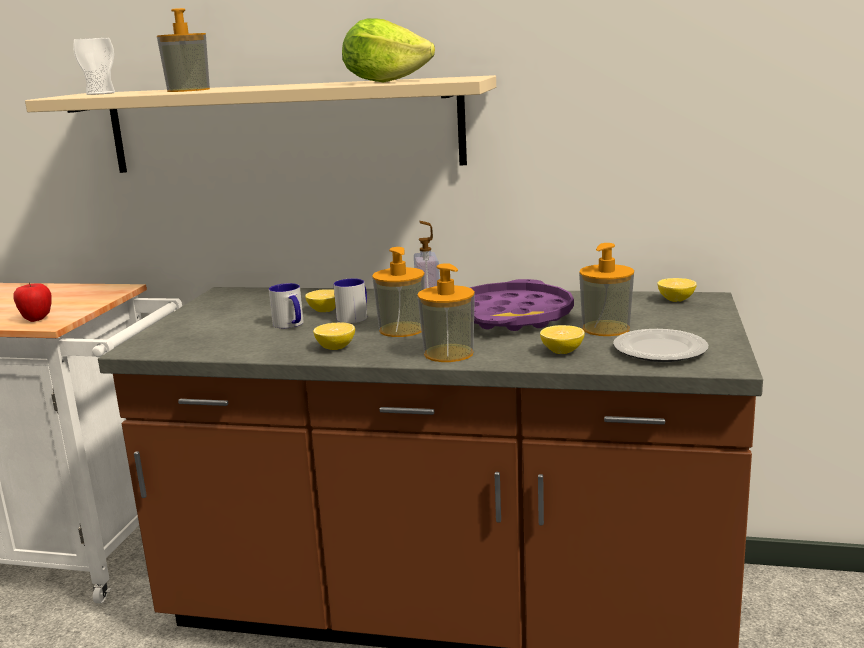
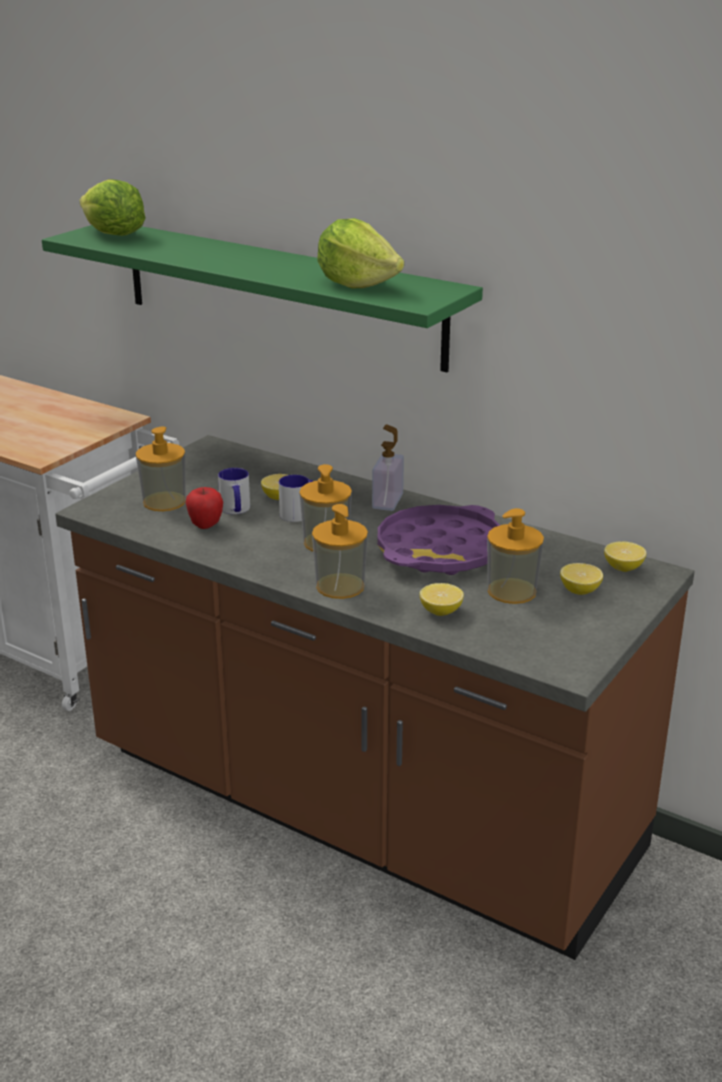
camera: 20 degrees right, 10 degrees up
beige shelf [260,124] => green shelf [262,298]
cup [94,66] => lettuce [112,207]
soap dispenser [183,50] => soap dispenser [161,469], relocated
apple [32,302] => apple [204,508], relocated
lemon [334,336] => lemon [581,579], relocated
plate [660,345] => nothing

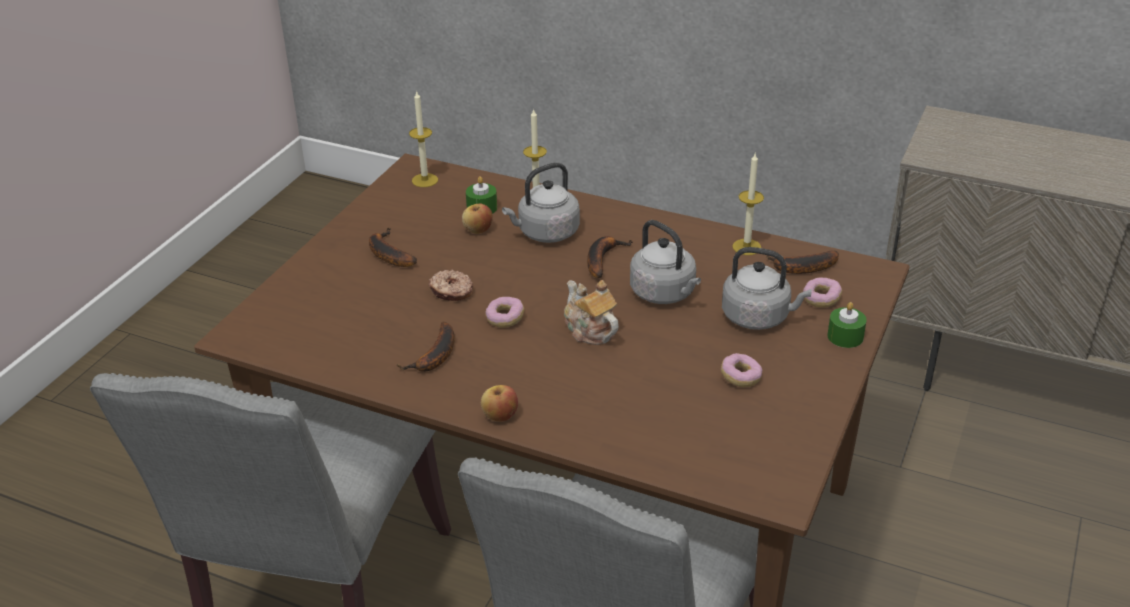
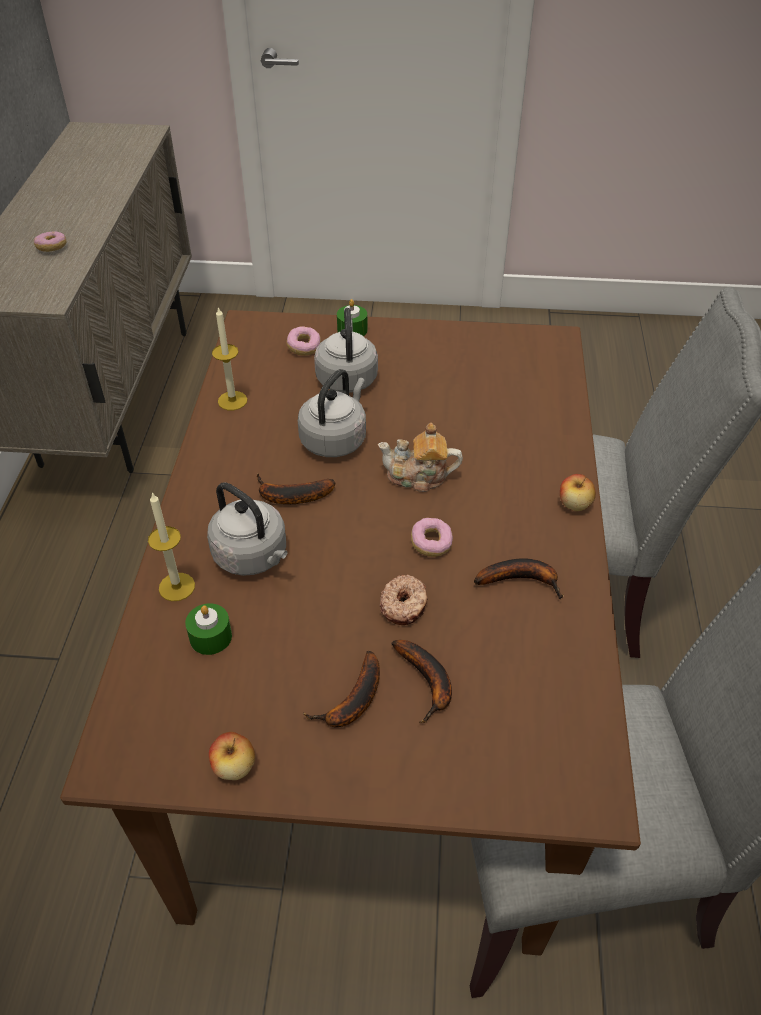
camera: 110 degrees left, 10 degrees up
donut [741,370] => donut [50,241], relocated
apple [477,219] => apple [232,756], relocated
teapot [591,312] => teapot [420,457], 60 degrees clockwise
banana [802,262] => banana [421,681], relocated
candle [423,138] => nothing

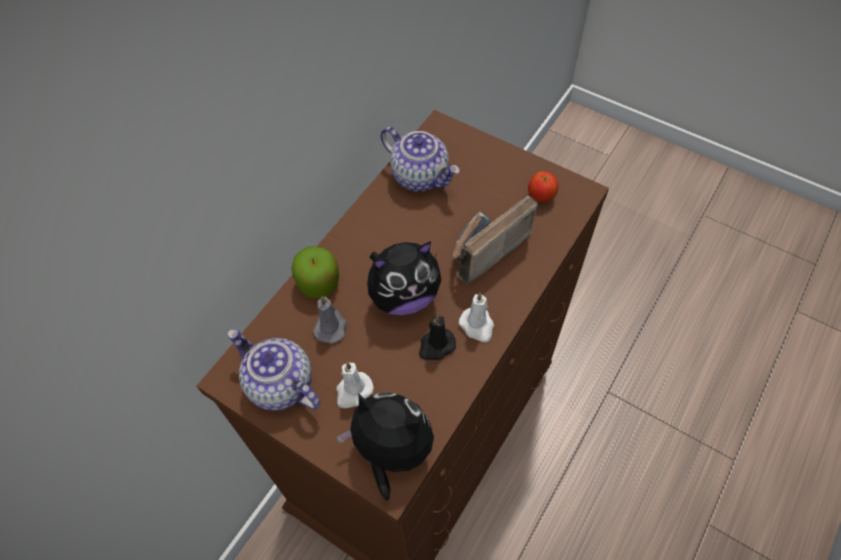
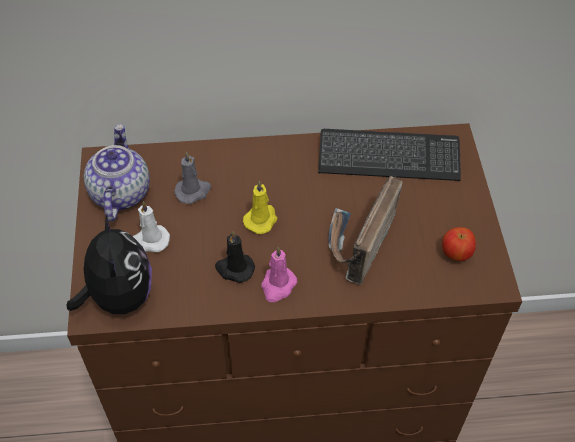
camera: 50 degrees right, 5 degrees down
plush toy [404,278] => yellow candle [260,207]
white candle [476,317] => pink candle [279,274]
teapot [420,159] => keyboard [389,155]
radio [495,240] => radio [366,230], 75 degrees counterclockwise
apple [315,272] => nothing

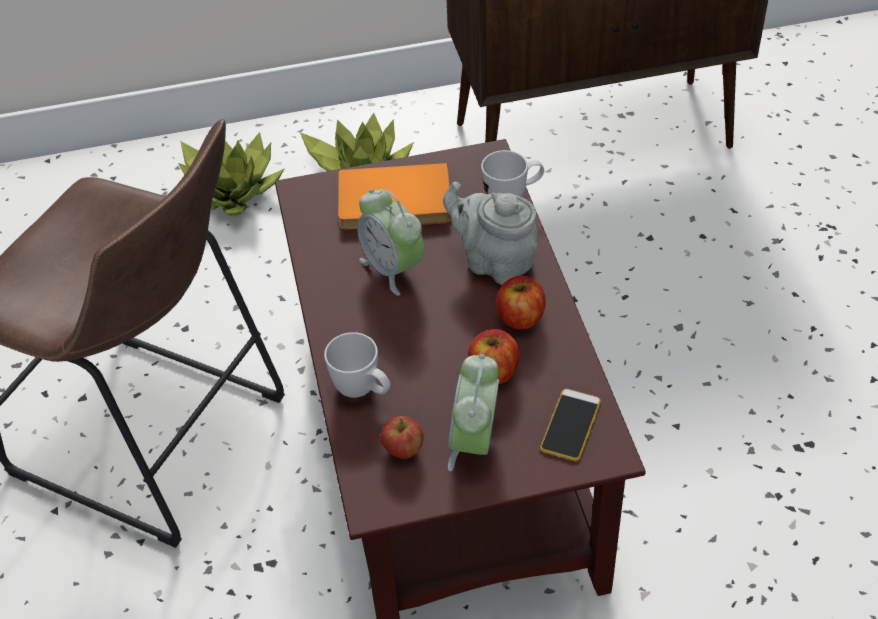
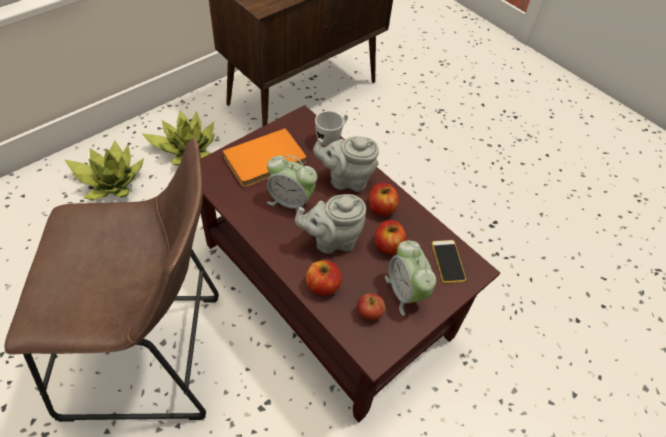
camera: 35 degrees left, 5 degrees up
nothing => grey teapot [330,224]
white mug [357,365] => apple [324,277]

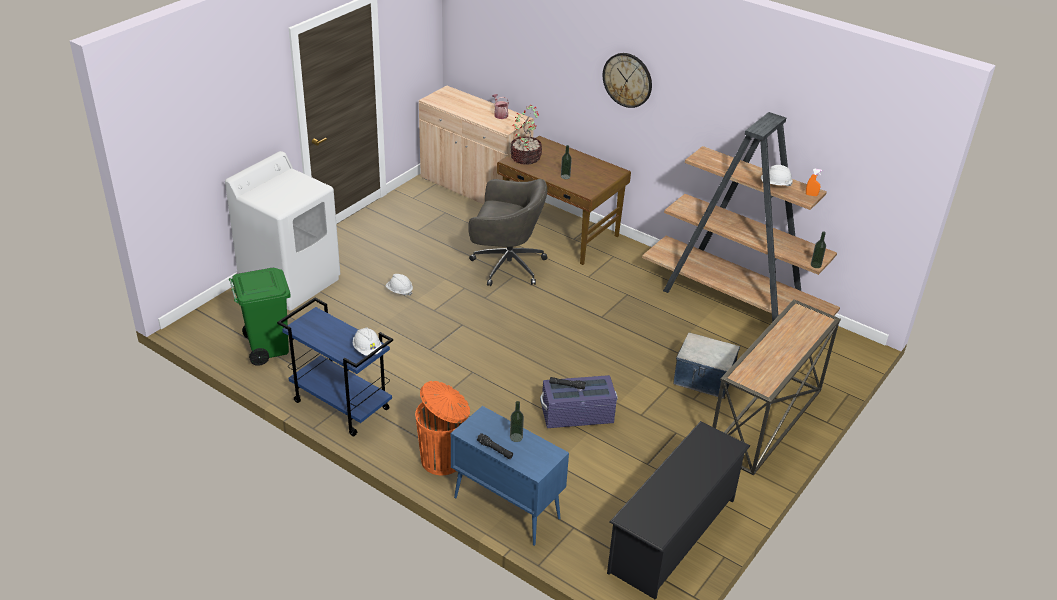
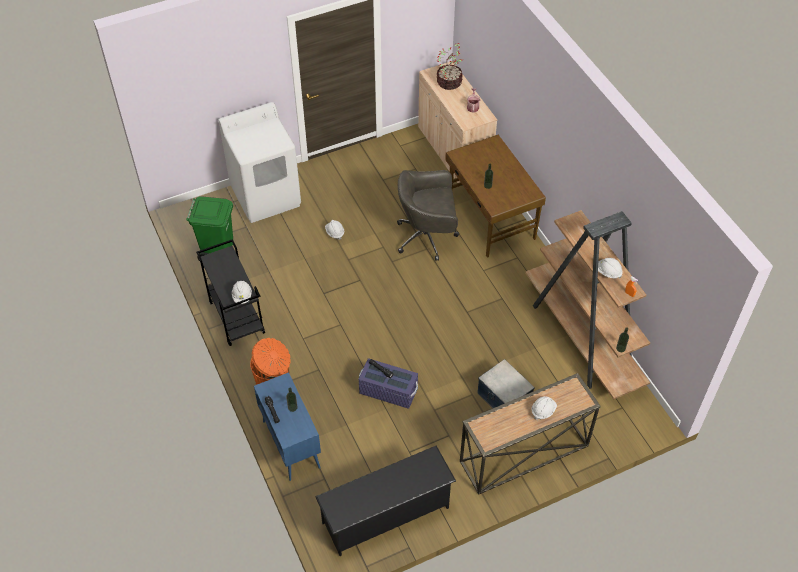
camera: 30 degrees right, 15 degrees up
blue cart [335,367] => black cart [230,292]
grey office chair [507,232] => grey office chair [428,215], 135 degrees clockwise
potted plant [526,135] => potted plant [450,66], relocated
nothing => white hard hat [544,408]
wall clock [627,80] => nothing

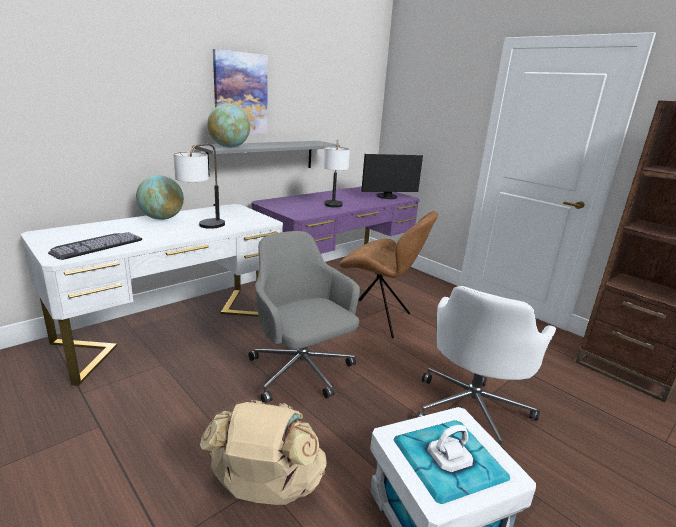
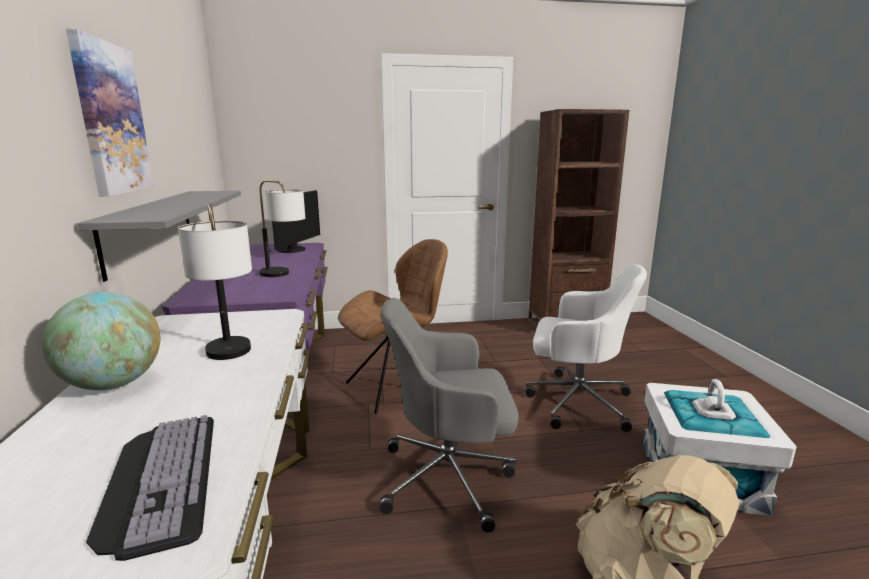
camera: 55 degrees left, 5 degrees down
white office chair [485,367] => white office chair [586,348], 45 degrees counterclockwise
globe [228,125] => nothing

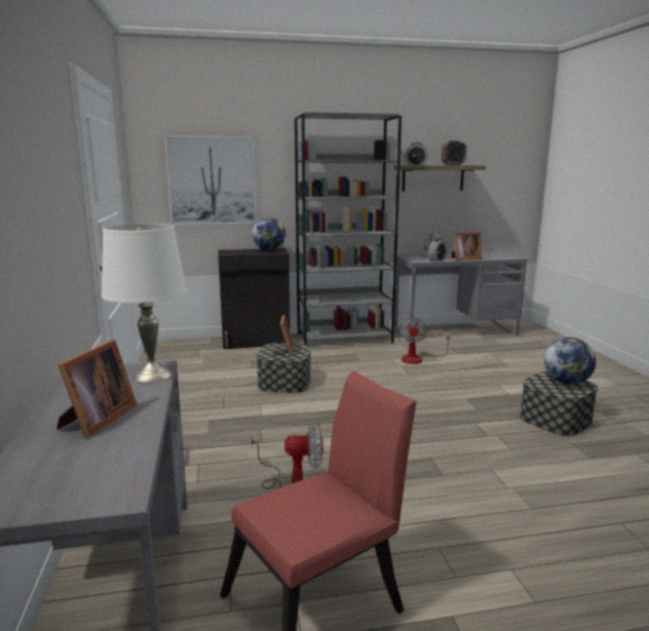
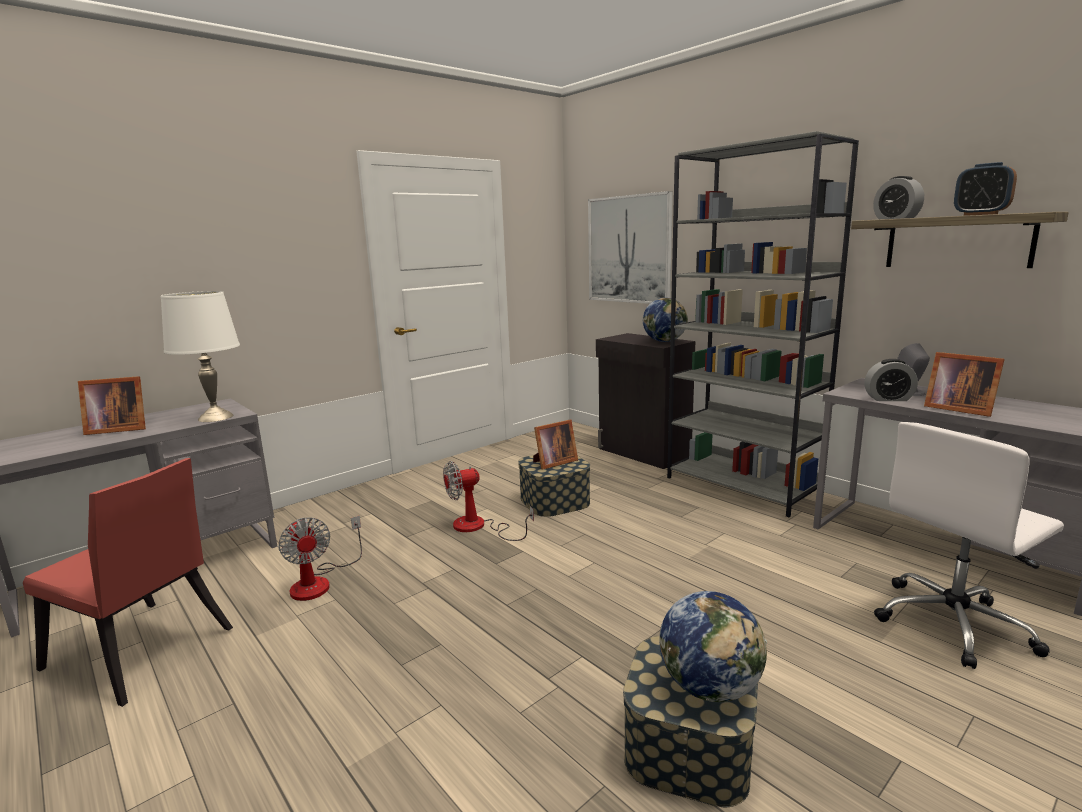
camera: 60 degrees right, 0 degrees up
fan [425,340] => fan [488,501], relocated
nothing => white office chair [969,545]

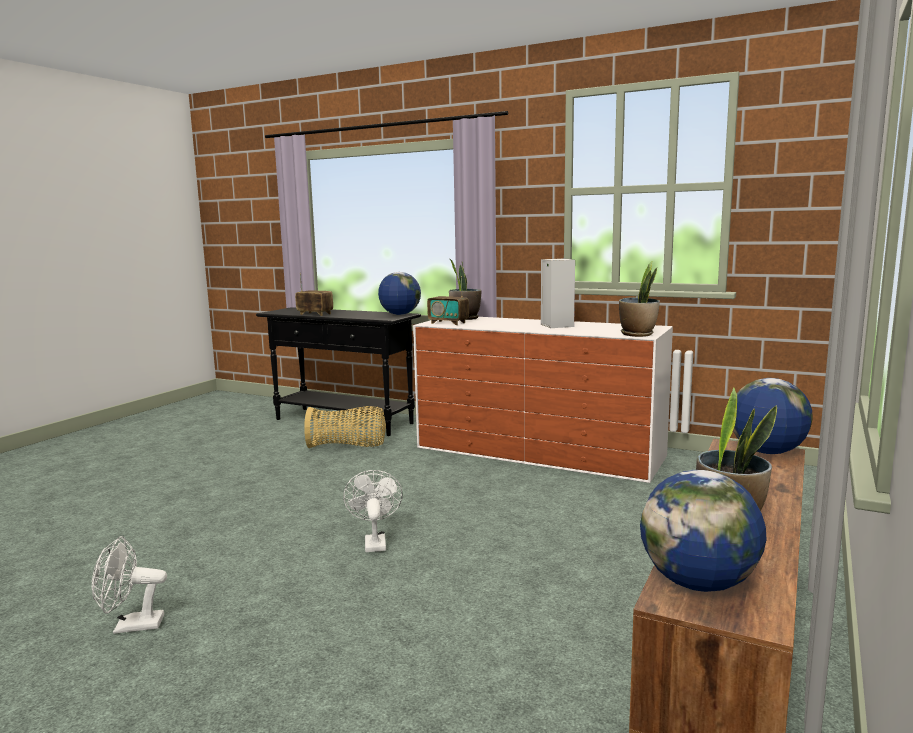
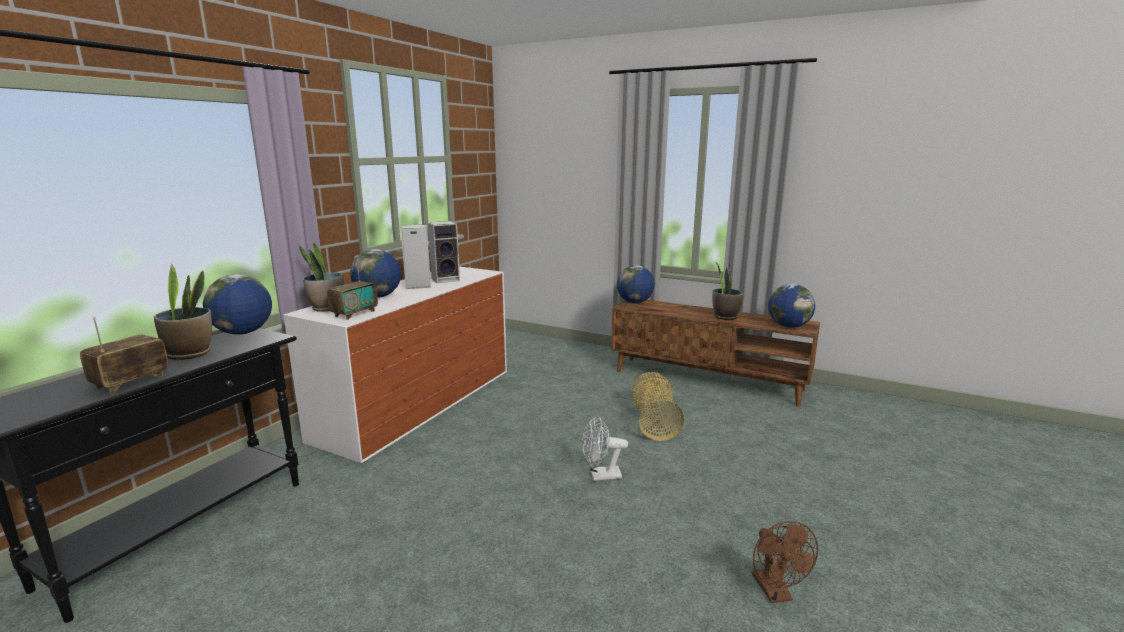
camera: 90 degrees left, 5 degrees up
potted plant [639,299] => potted plant [183,312], relocated
nothing => globe [375,273]
nothing => speaker [444,252]
basket [345,427] => basket [658,406], relocated
white fan [129,585] => brown fan [785,562]

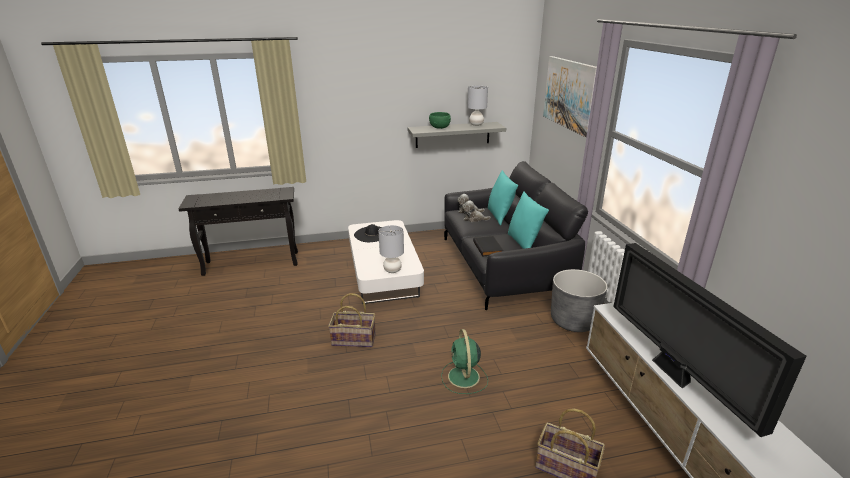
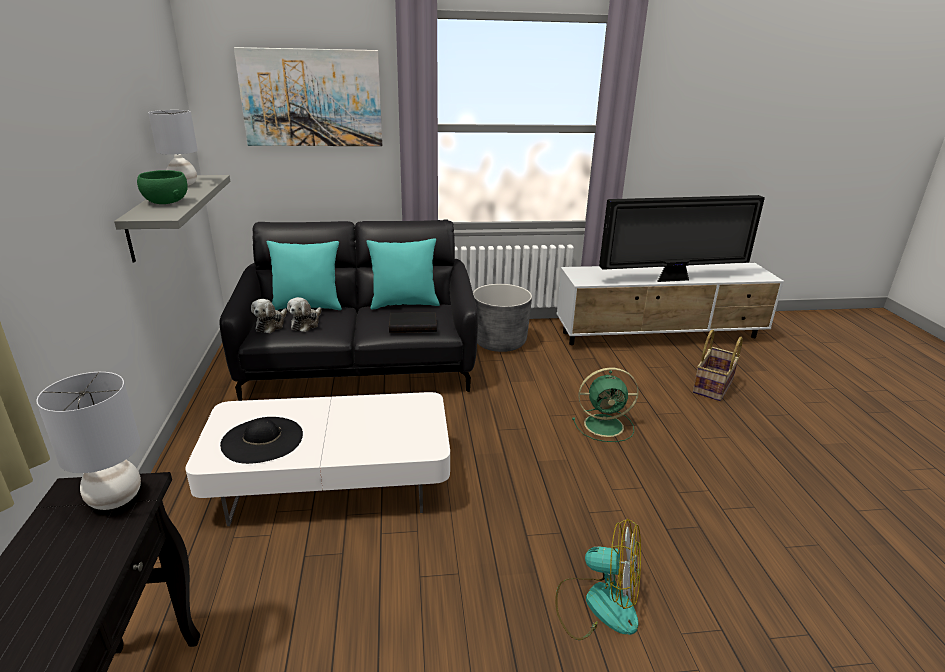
camera: 85 degrees left, 0 degrees up
grey table lamp [391,249] => grey table lamp [88,441], relocated
nothing => fan [598,579]
basket [352,320] => nothing

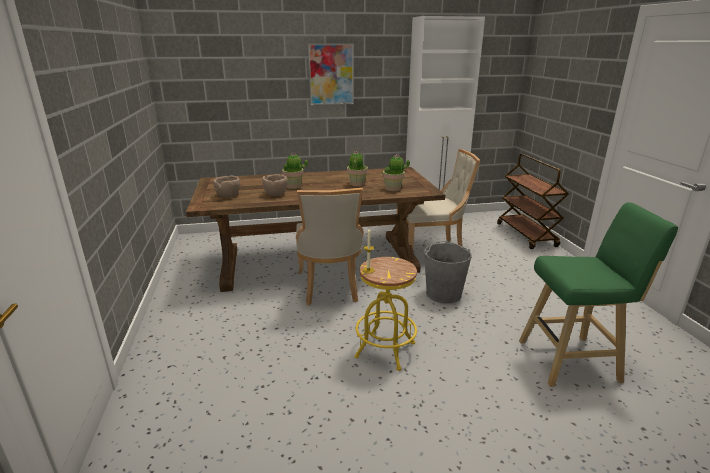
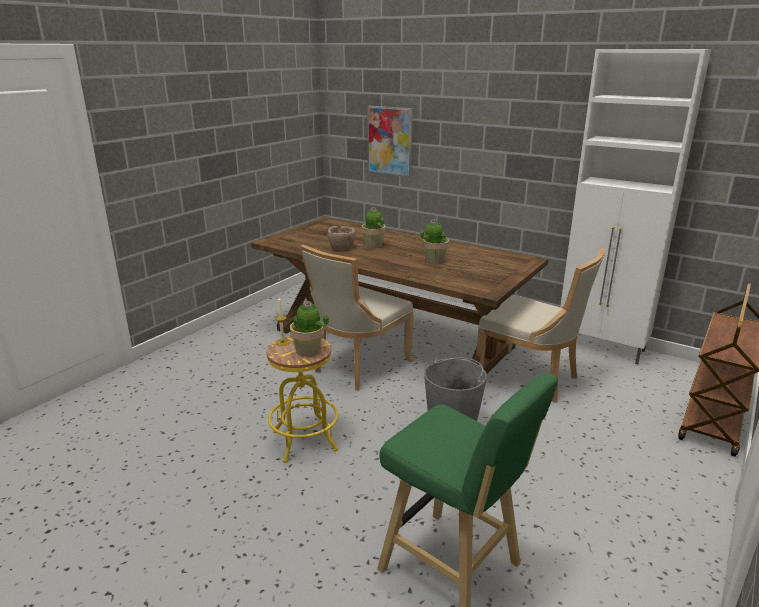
camera: 45 degrees right, 0 degrees up
potted plant [396,172] => potted plant [309,329], relocated
picture [331,74] => picture [390,141], relocated
brown bowl [226,187] => nothing

